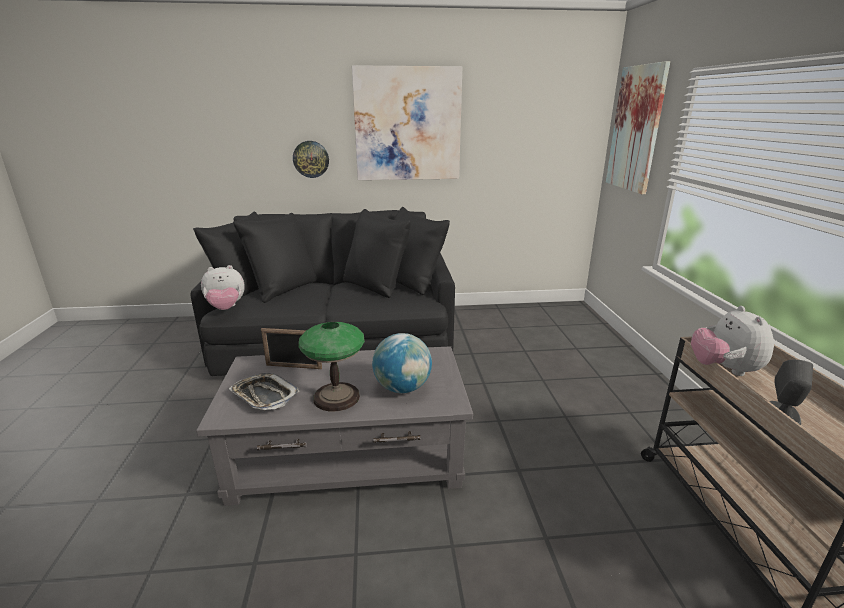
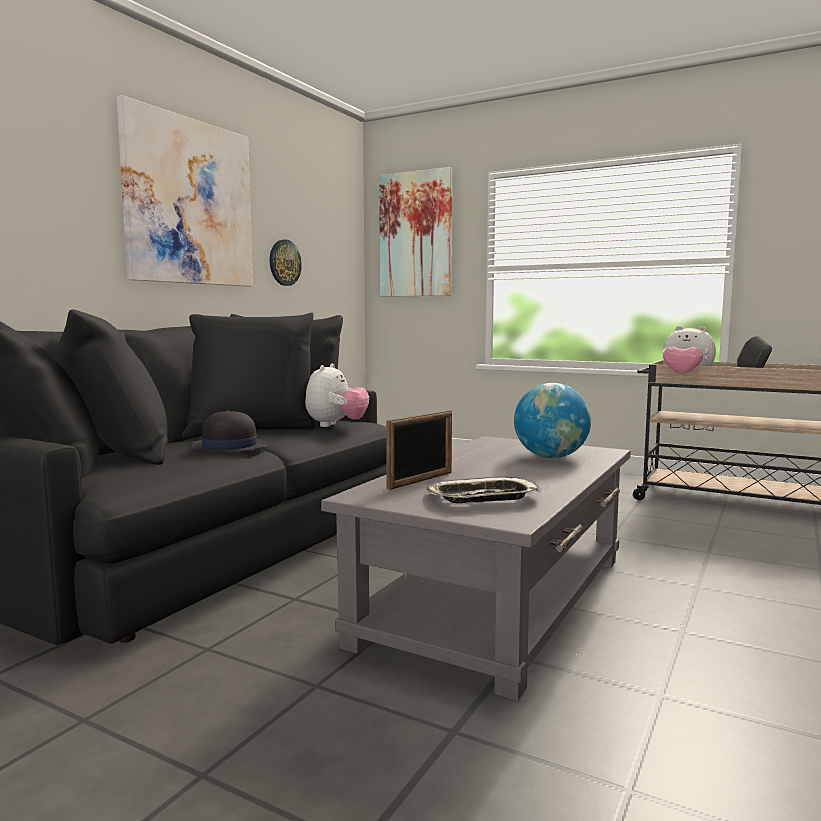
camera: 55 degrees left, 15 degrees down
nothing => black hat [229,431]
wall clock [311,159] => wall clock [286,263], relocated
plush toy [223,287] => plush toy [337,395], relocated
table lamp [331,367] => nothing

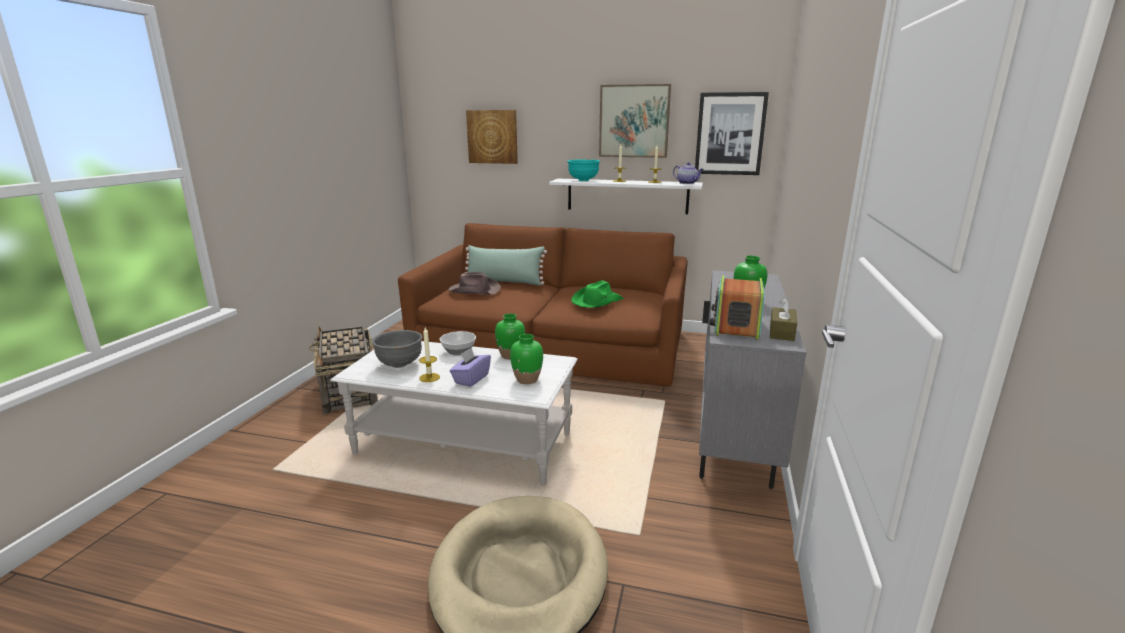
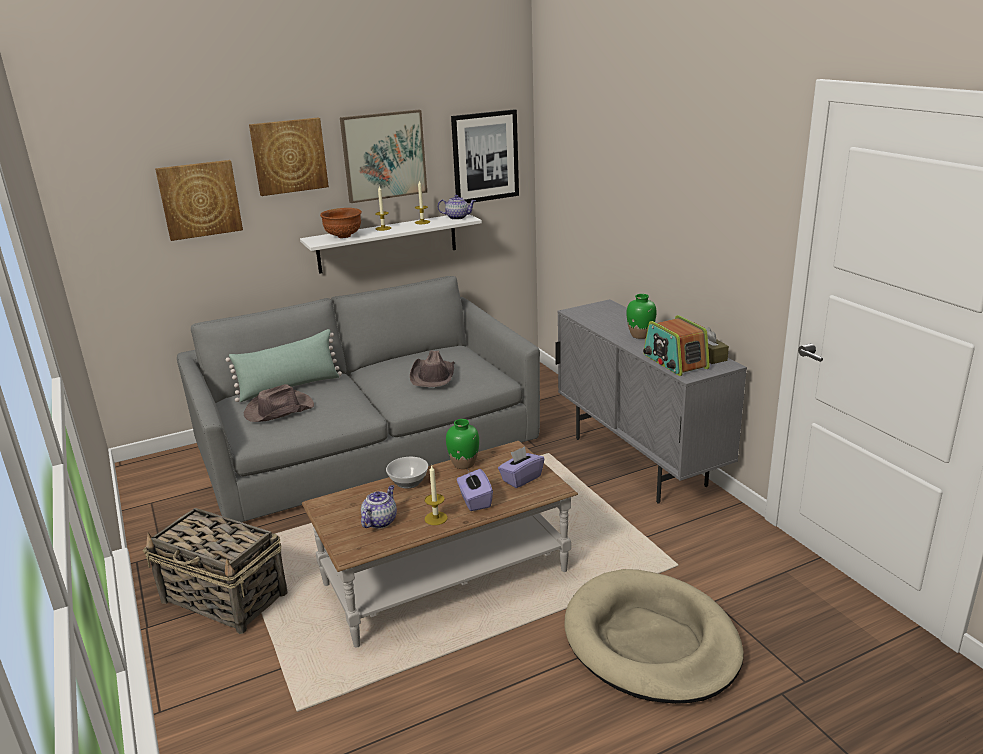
camera: 40 degrees left, 5 degrees up
brown sofa [543,305] => grey sofa [358,399]
nothing => picture [289,157]
white coffee table [454,413] => brown coffee table [440,544]
turquoise bowl [583,170] => brown bowl [341,223]
grey bowl [397,349] => teapot [379,506]
green hat [597,294] => brown hat [432,368]
green vase [526,359] => purple tissue box [521,467]

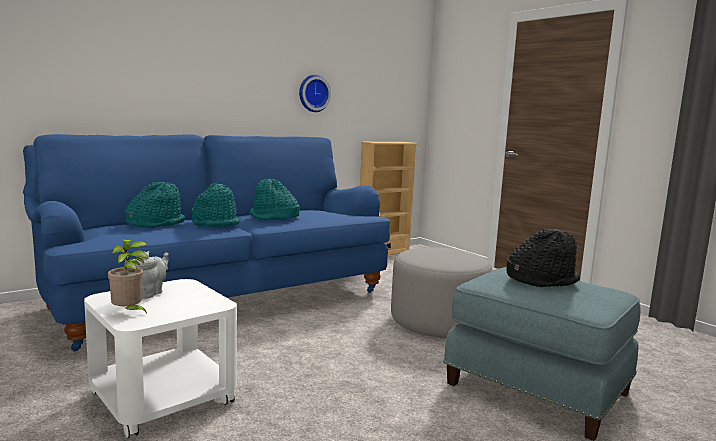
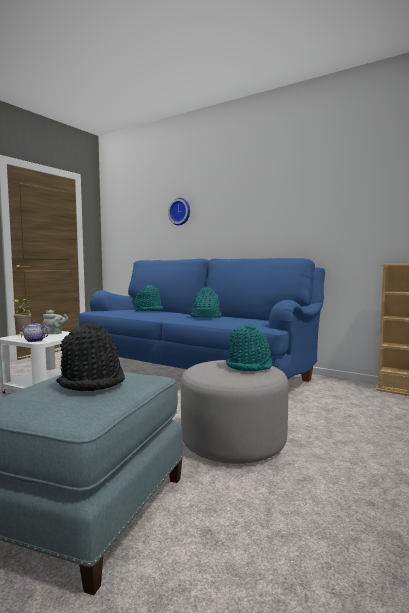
camera: 70 degrees right, 5 degrees down
nothing => teapot [35,331]
wall clock [315,93] => wall clock [179,211], relocated
turquoise hat [216,205] => turquoise hat [249,347], relocated

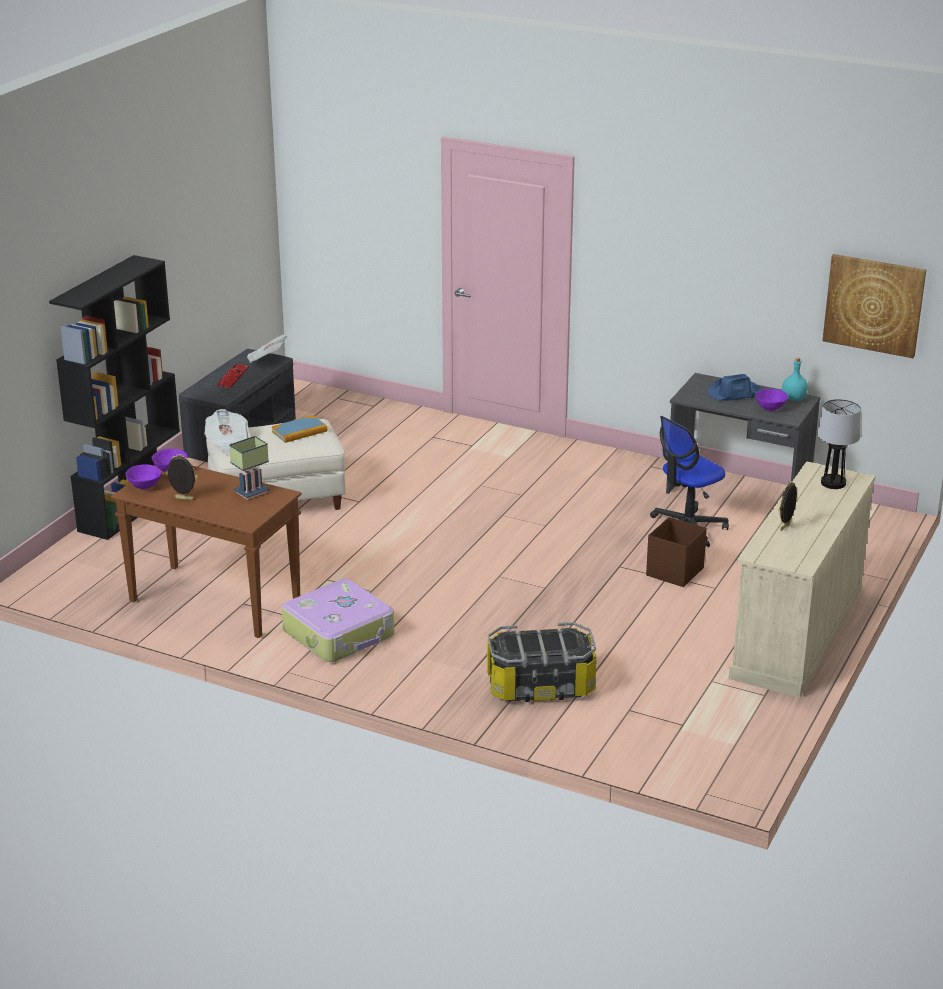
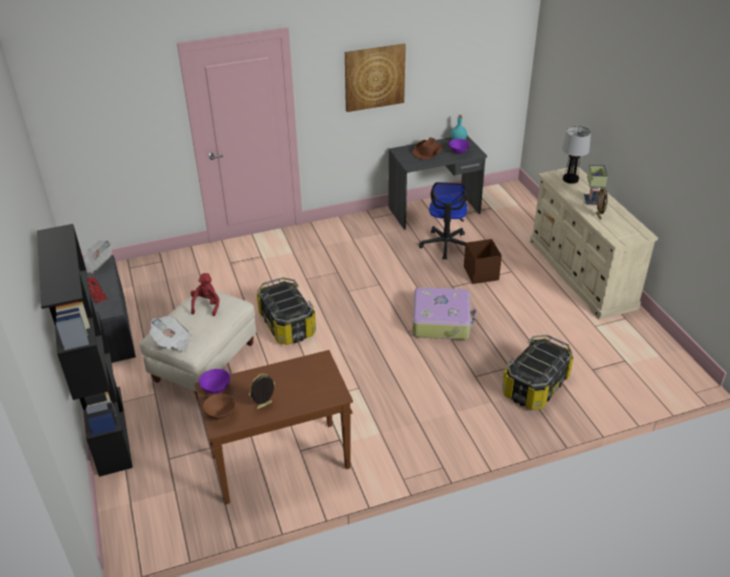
camera: 45 degrees left, 10 degrees up
book [299,429] => red plush toy [205,294]
purple bowl [143,476] => brown bowl [219,406]
nothing => storage box [286,311]
picture [874,306] => picture [375,78], relocated
suitcase [338,620] => suitcase [444,313], relocated
blue hat [734,387] => brown hat [428,148]
table lamp [249,468] => table lamp [596,185], relocated

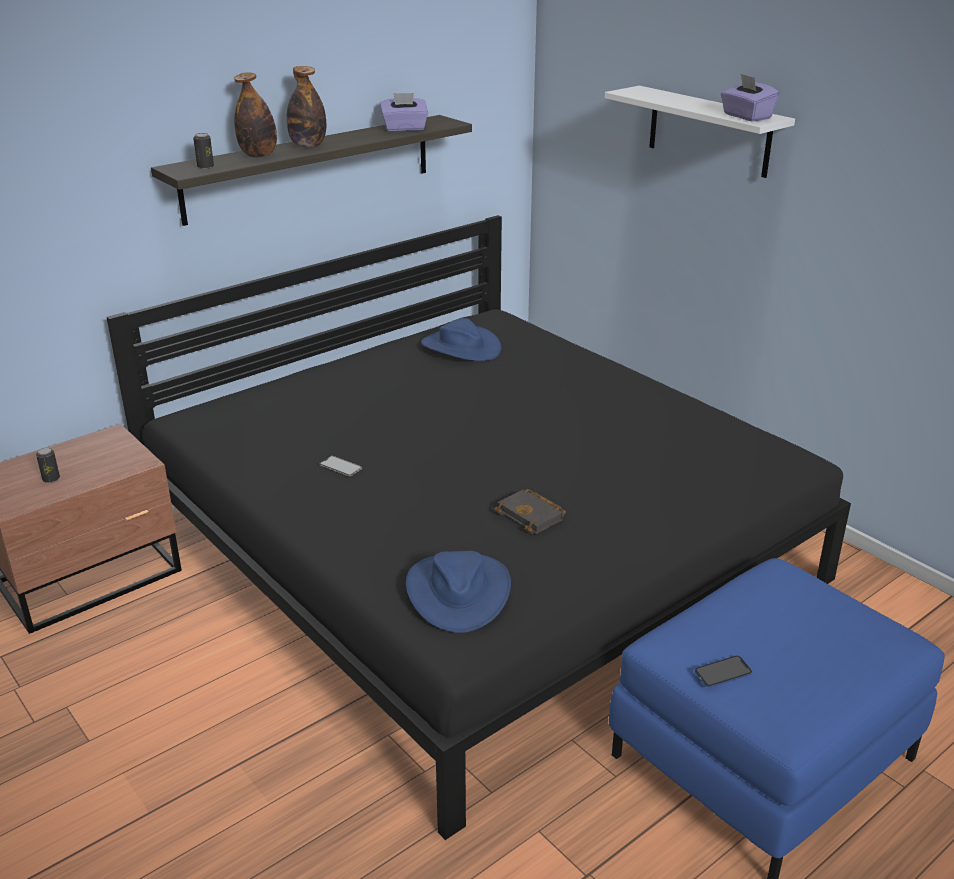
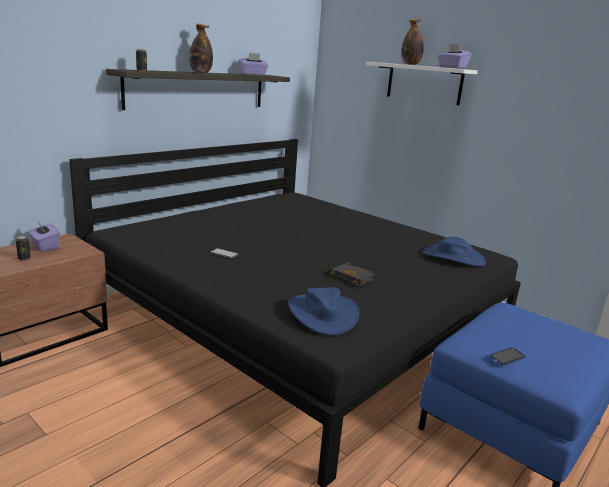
camera: 10 degrees left, 10 degrees down
nothing => purple tissue box [44,237]
bottle [255,115] => bottle [412,42], relocated
blue hat [461,339] => blue hat [454,251], relocated

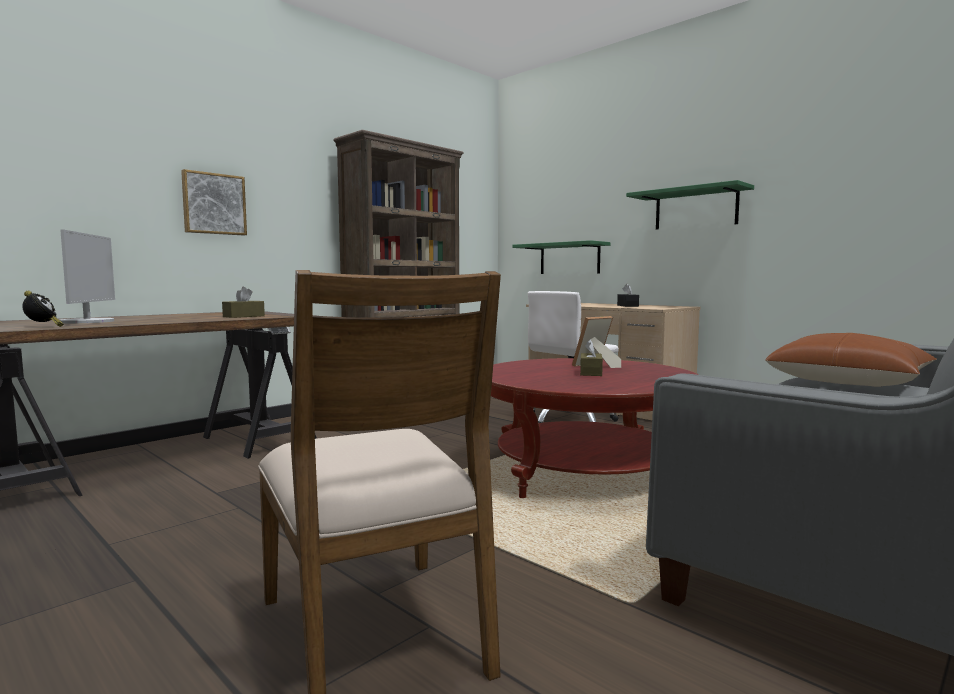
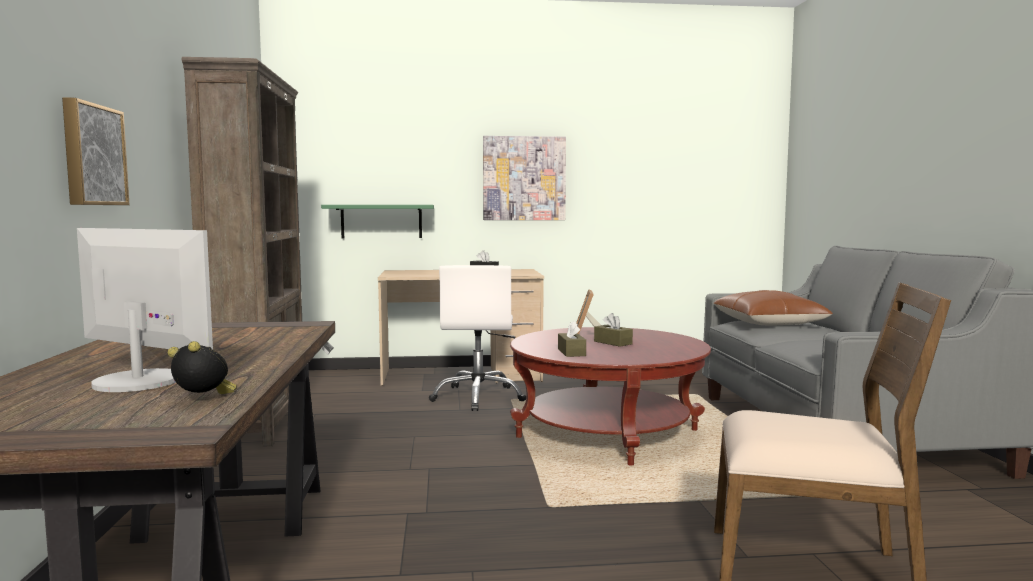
camera: 50 degrees left, 0 degrees up
green shelf [690,205] => picture [524,178]
brown tissue box [243,302] => brown tissue box [572,338], relocated

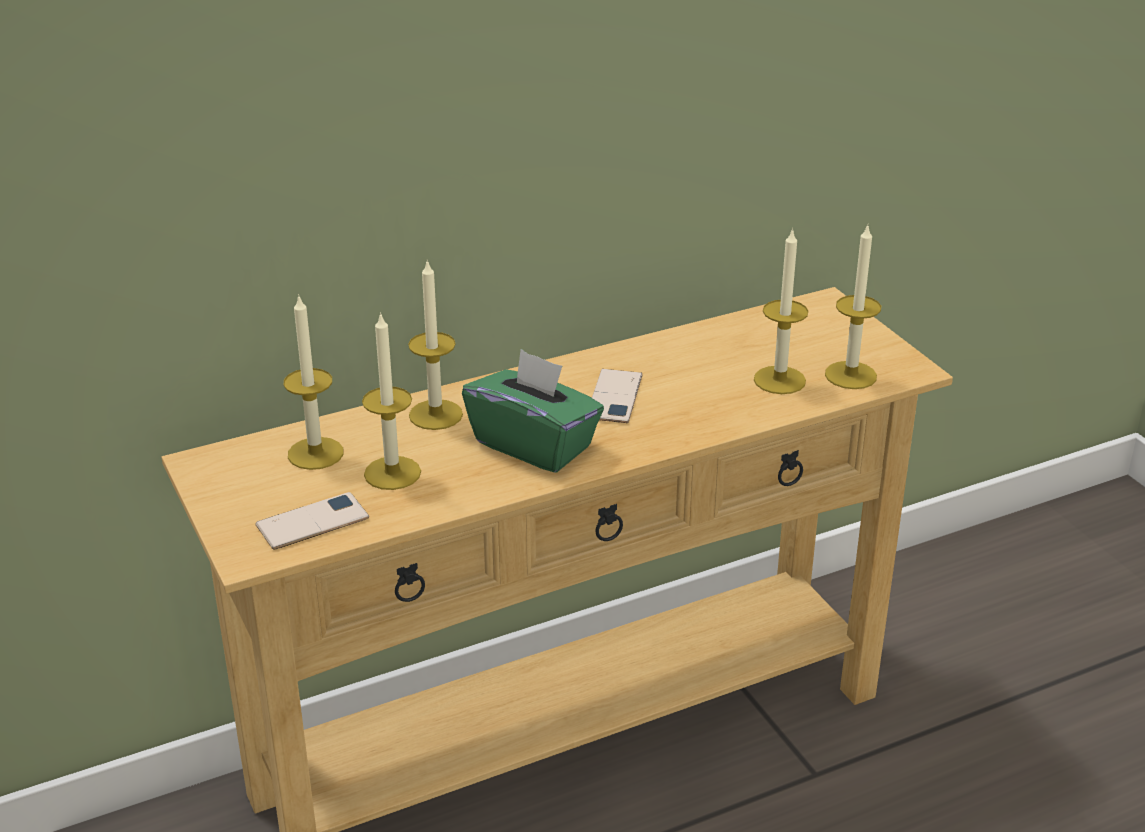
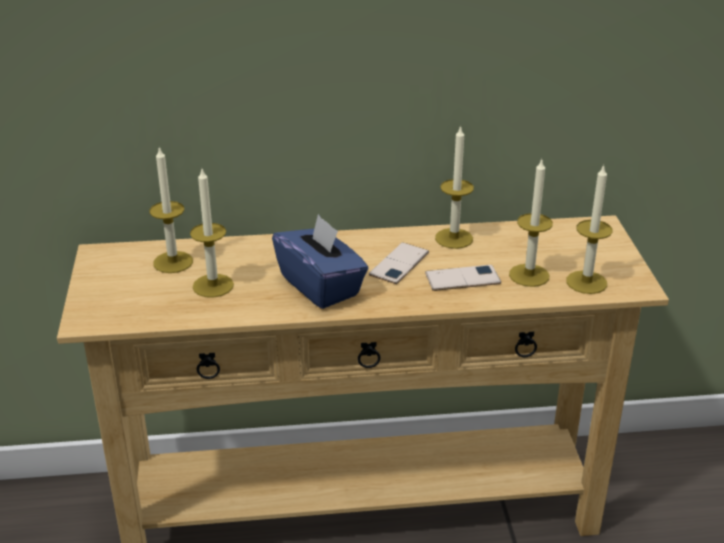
camera: 20 degrees right, 0 degrees up
green tissue box [533,411] => blue tissue box [320,261]
phone [312,521] => phone [463,278], relocated
candle [435,345] => candle [454,187], relocated

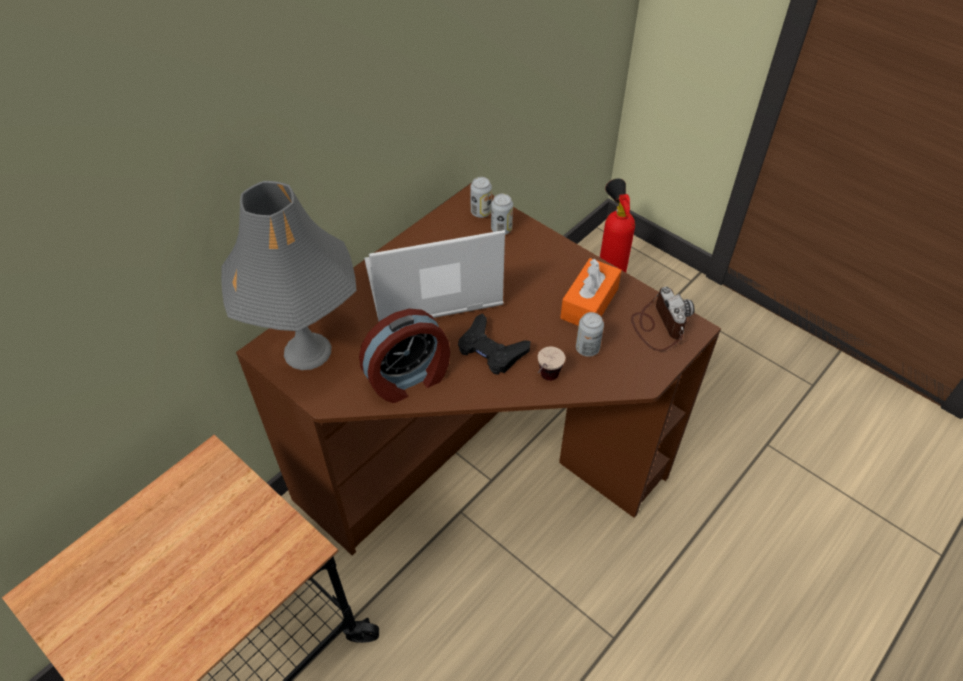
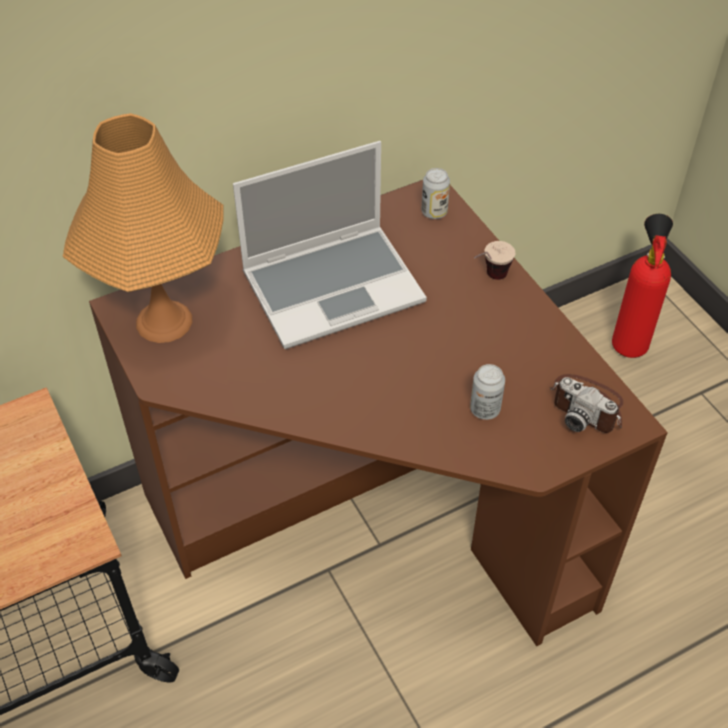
camera: 20 degrees right, 0 degrees up
grey table lamp [289,275] => orange table lamp [143,228]
laptop [434,275] => laptop [330,245], 150 degrees clockwise
cup [551,364] => cup [494,260], relocated
photo camera [663,319] => photo camera [587,403], 120 degrees clockwise
alarm clock [404,356] => nothing
black game controller [494,344] => nothing
can [502,214] => nothing
orange tissue box [591,292] => nothing

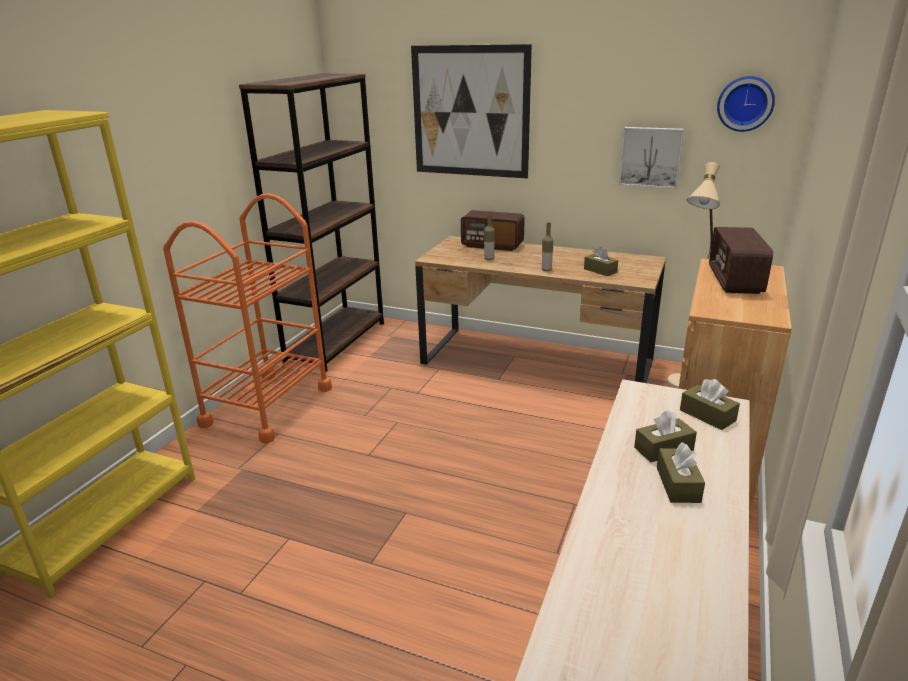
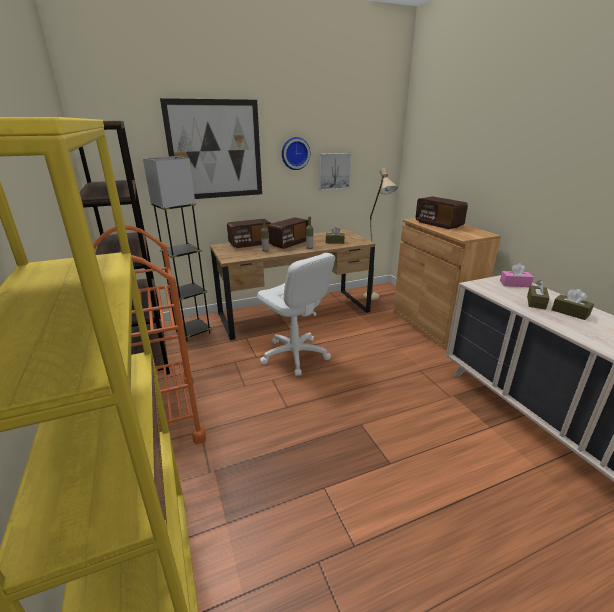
camera: 45 degrees left, 0 degrees up
nothing => grey floor lamp [177,249]
nothing => white office chair [296,314]
nothing => radio [288,233]
wall clock [746,104] => wall clock [296,153], relocated
brown tissue box [710,404] => pink tissue box [517,275]

